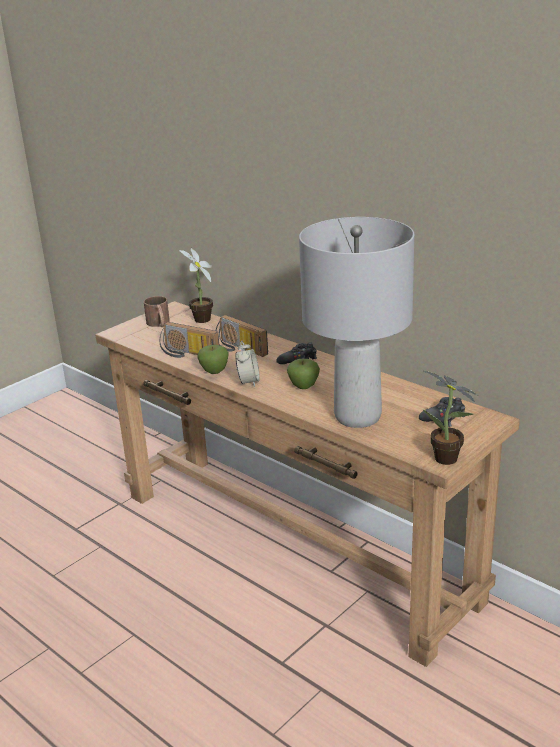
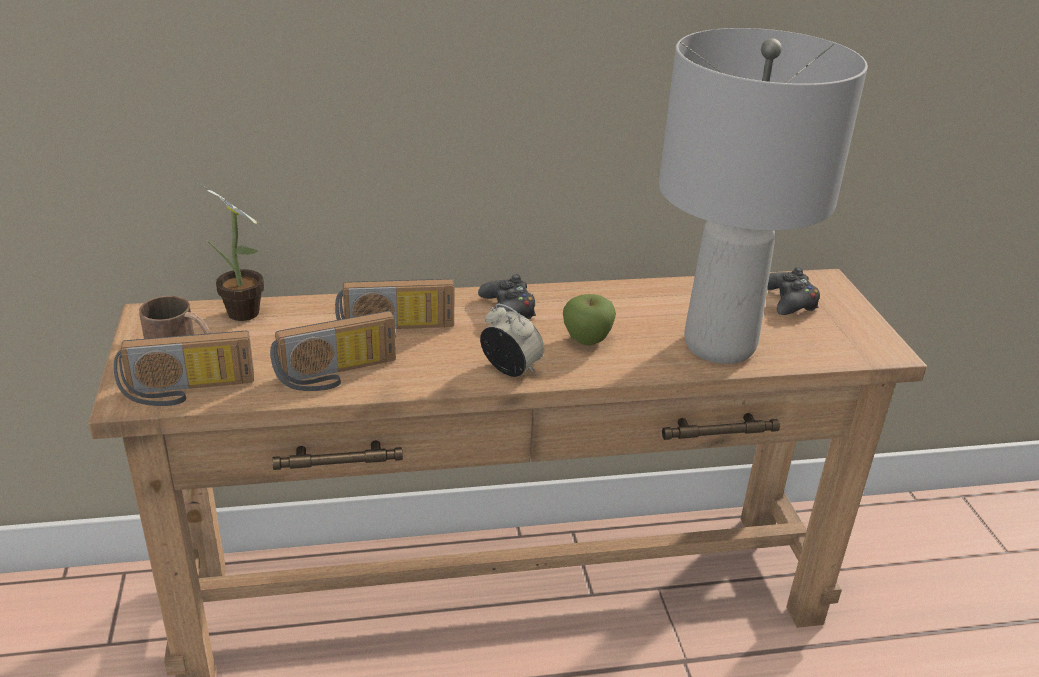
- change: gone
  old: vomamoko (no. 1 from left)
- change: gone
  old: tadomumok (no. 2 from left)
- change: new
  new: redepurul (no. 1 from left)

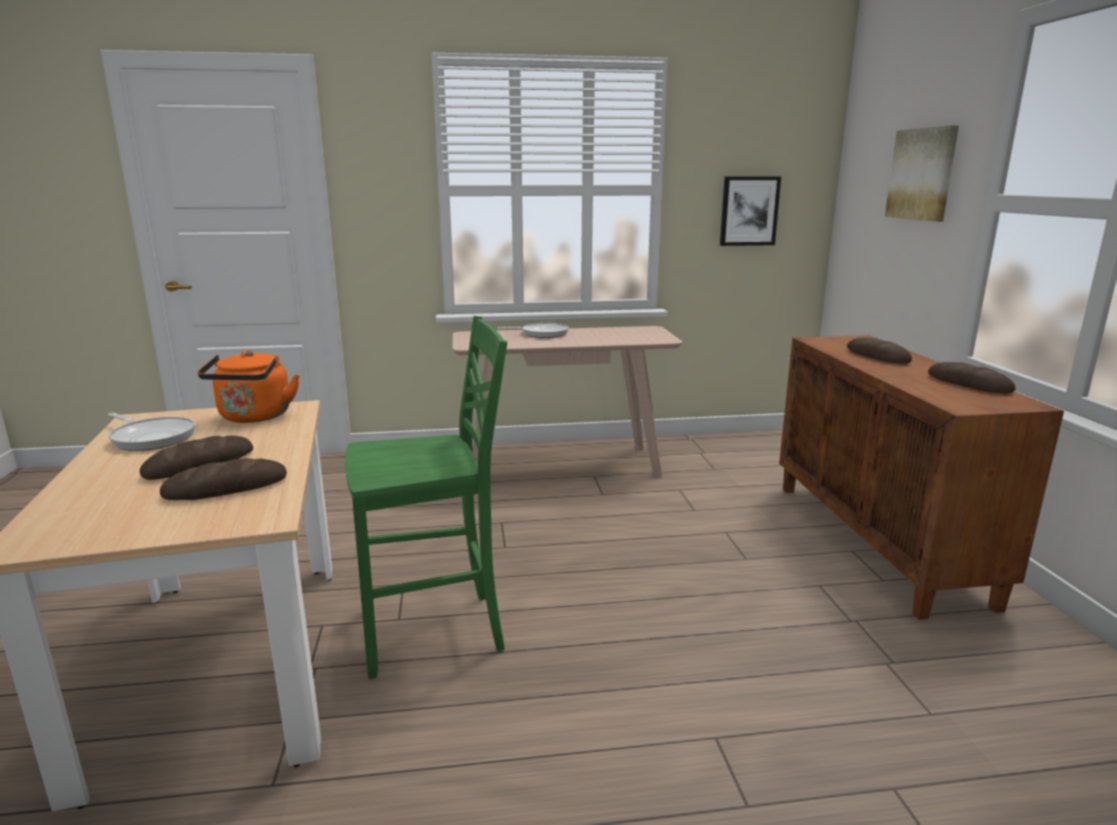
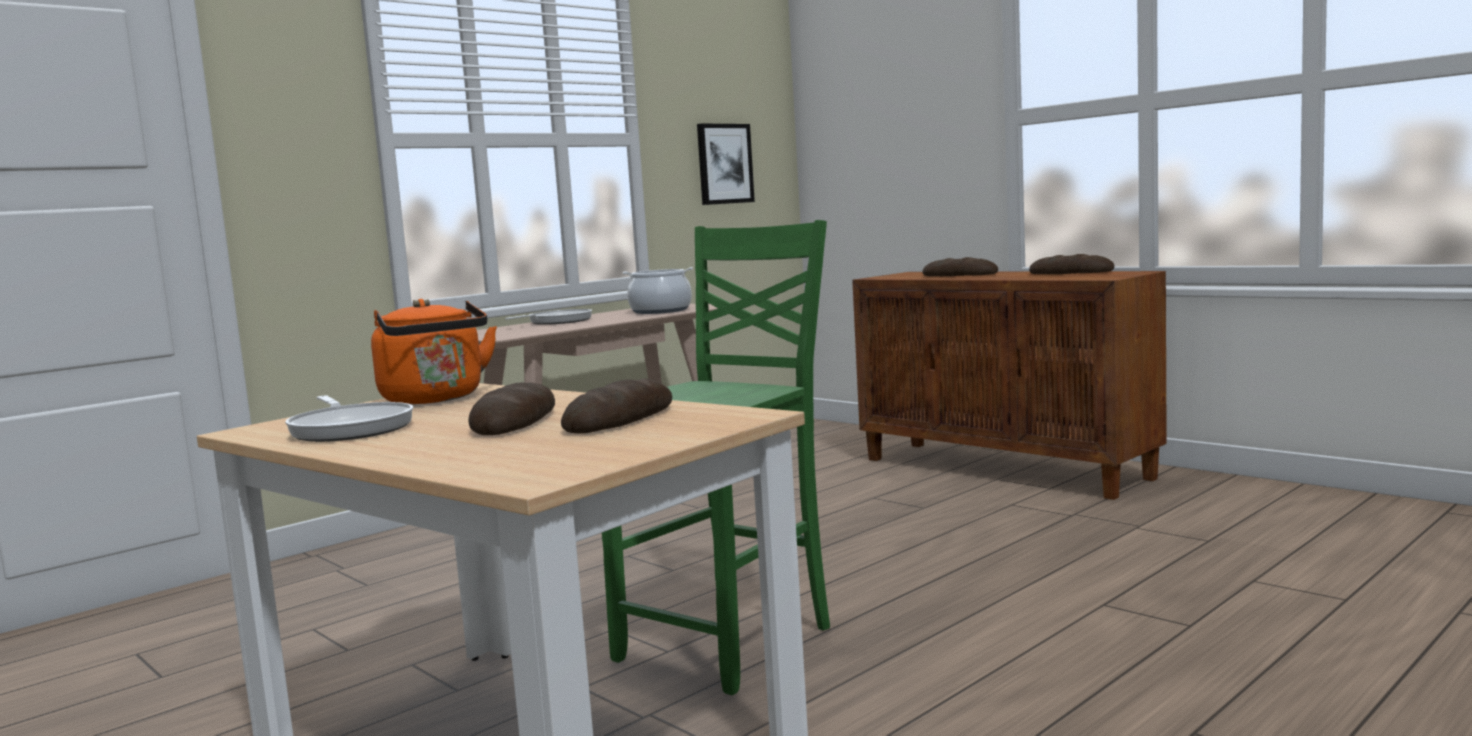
- change: gone
  old: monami (no. 2 from left)
- change: rotated
  old: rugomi (no. 1 from left)
  degrees: 60
- change: new
  new: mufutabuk

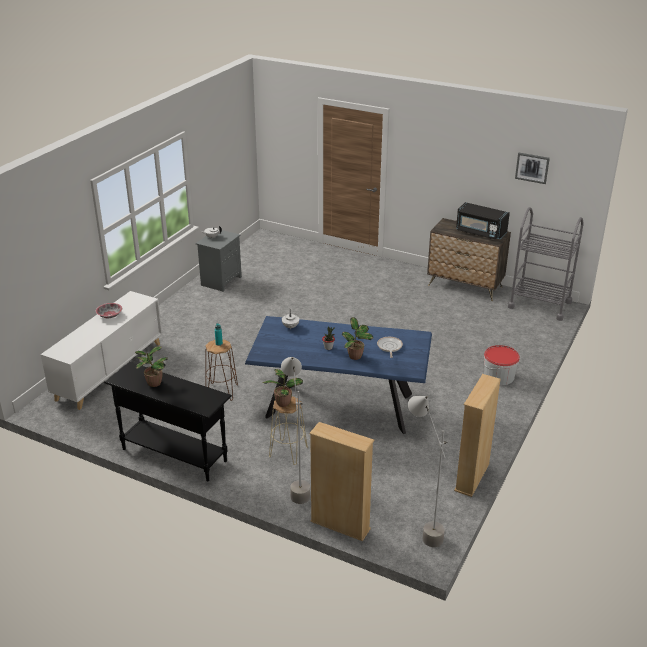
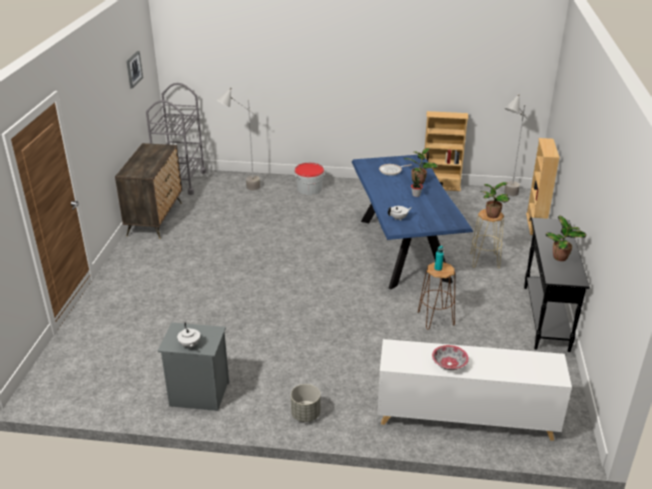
- change: gone
  old: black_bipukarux
- change: shifted
  old: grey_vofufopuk (no. 1 from left)
- change: new
  new: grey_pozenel

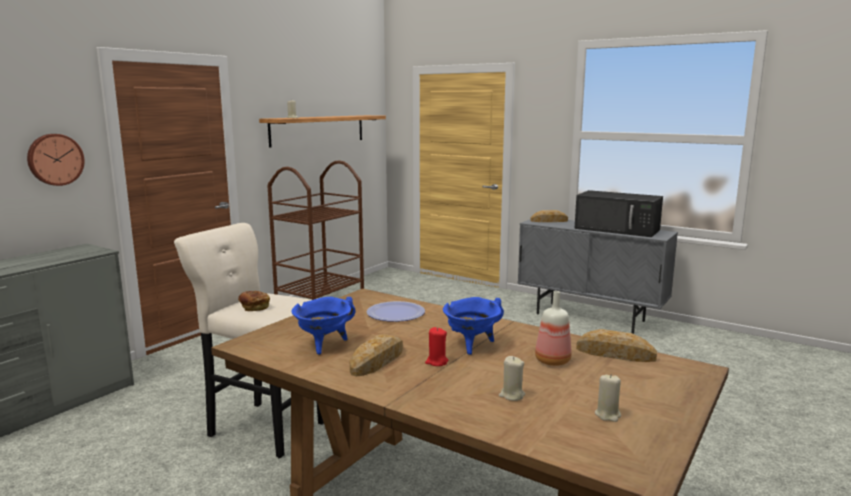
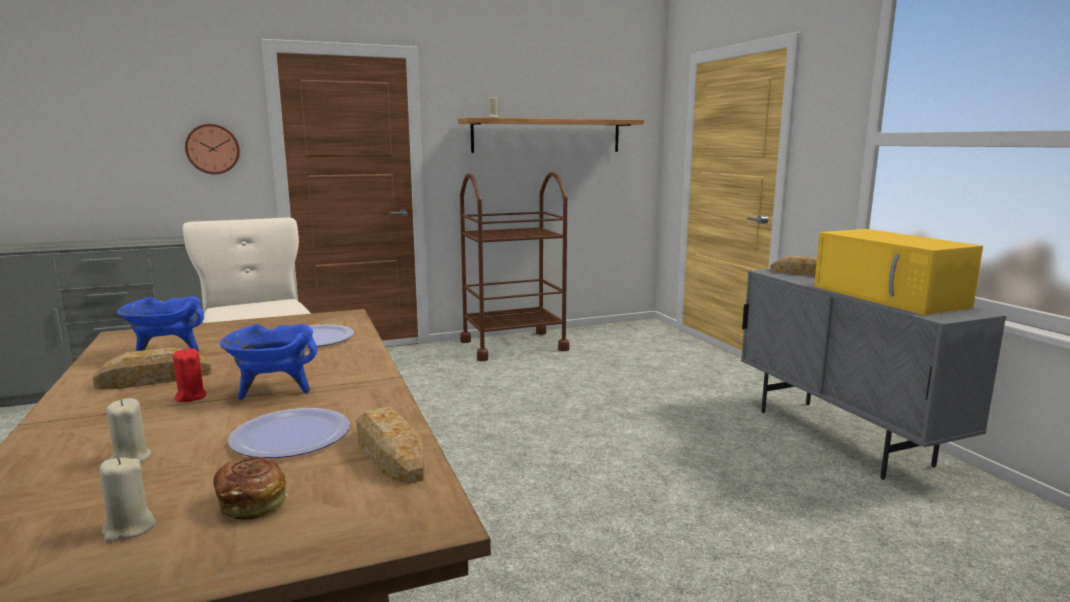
- change: repainted
  old: black_bipukarux
  new: yellow_bipukarux
- change: shifted
  old: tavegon (no. 1 from left in the first image)
  new: tavegon (no. 2 from left)
- change: swapped
  old: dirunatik
  new: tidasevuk (no. 1 from left)

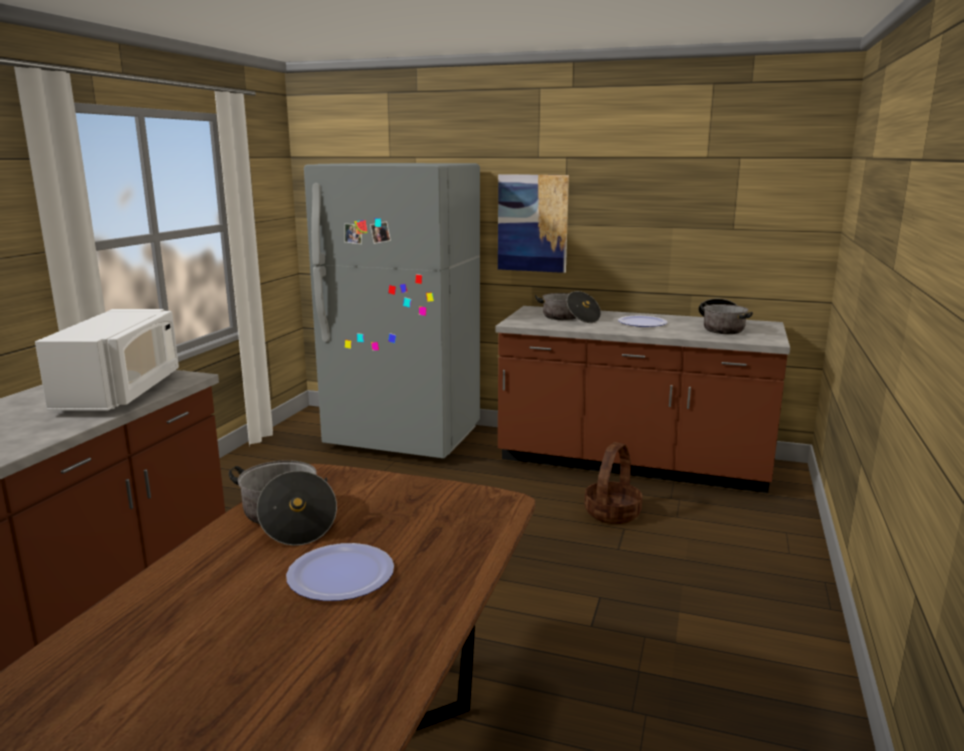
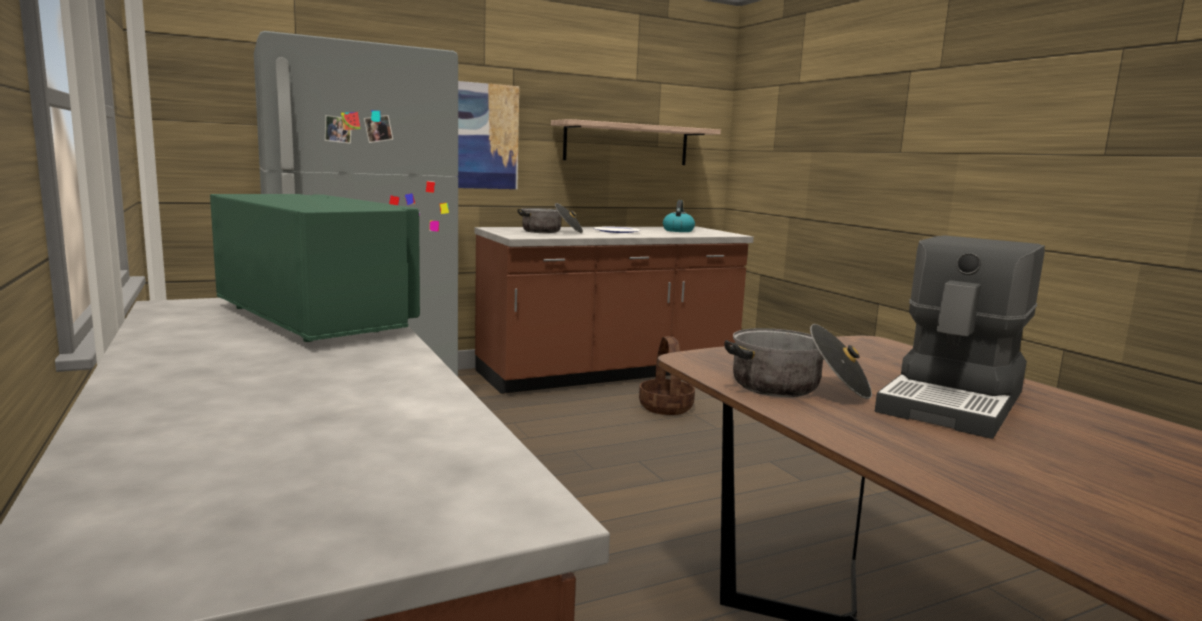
- change: swapped
  old: mufutabuk (no. 3 from left)
  new: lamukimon
- change: repainted
  old: white_bipukarux
  new: green_bipukarux
- change: swapped
  old: tidasevuk (no. 1 from left)
  new: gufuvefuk
- change: new
  new: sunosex

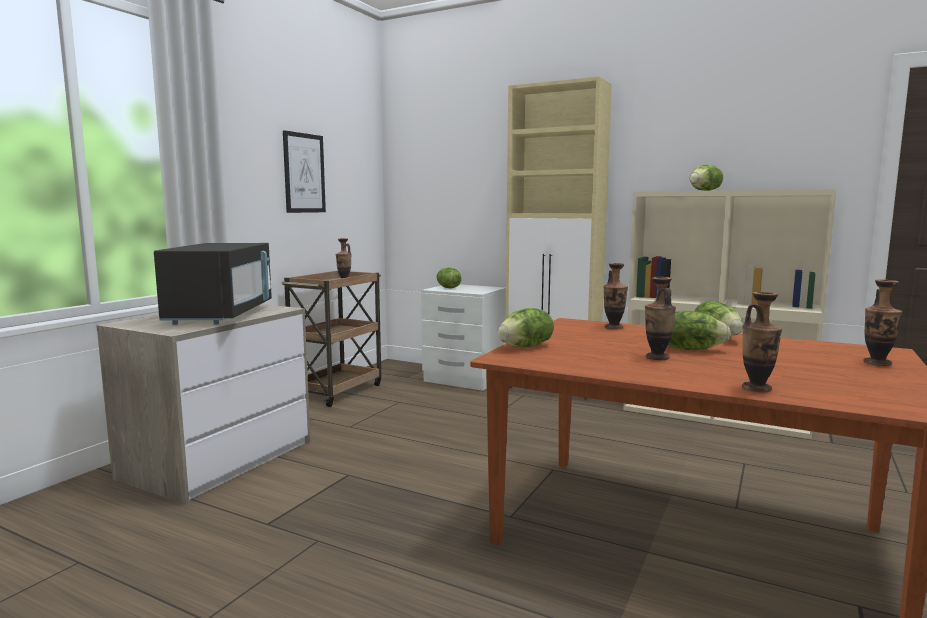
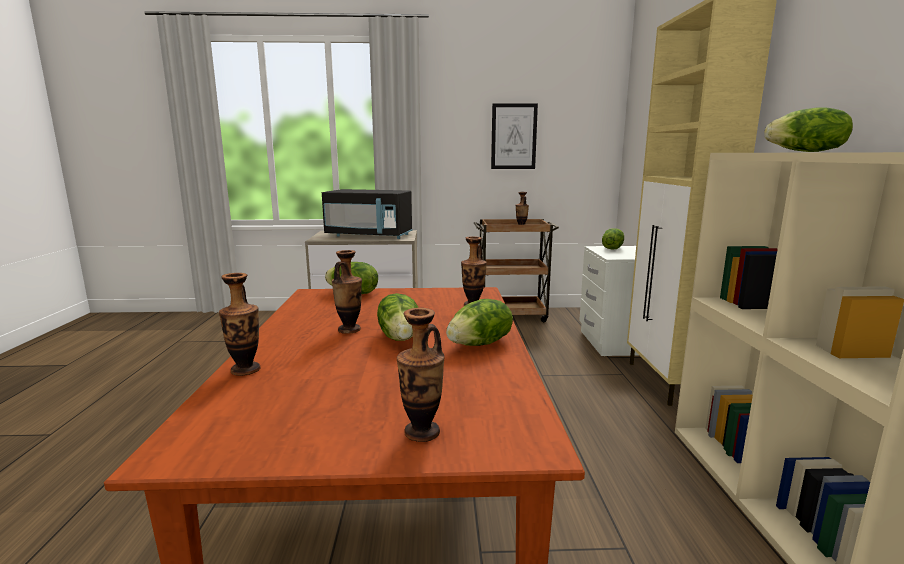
- change: rotated
  old: black_bipukarux
  degrees: 45

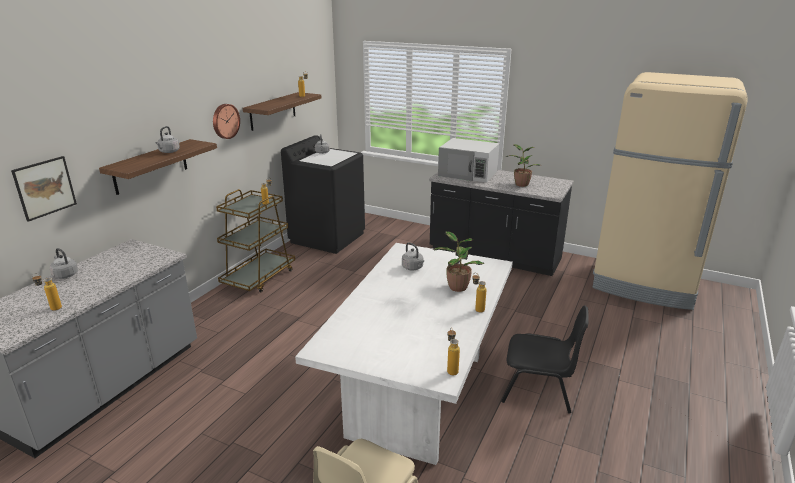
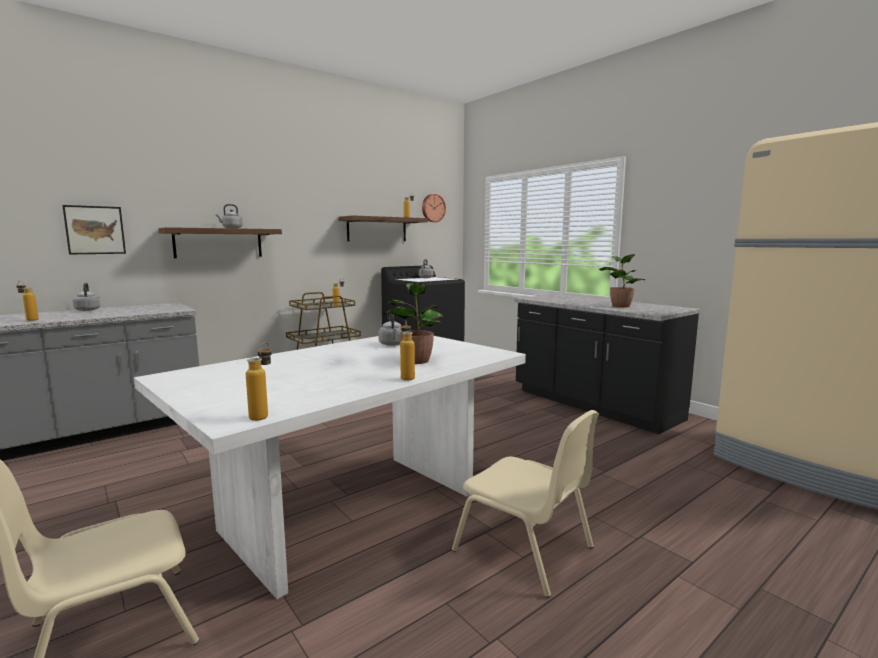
- change: shifted
  old: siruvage
- change: gone
  old: white_bipukarux
- change: repainted
  old: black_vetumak
  new: beige_vetumak (no. 2 from left)

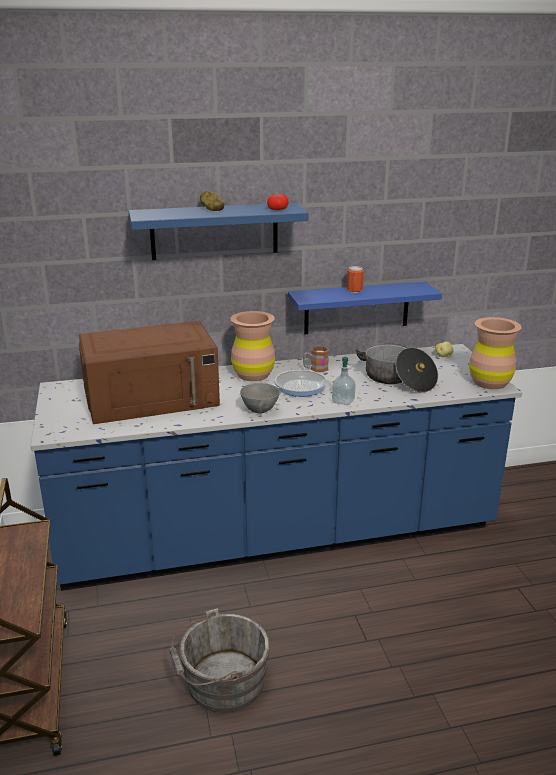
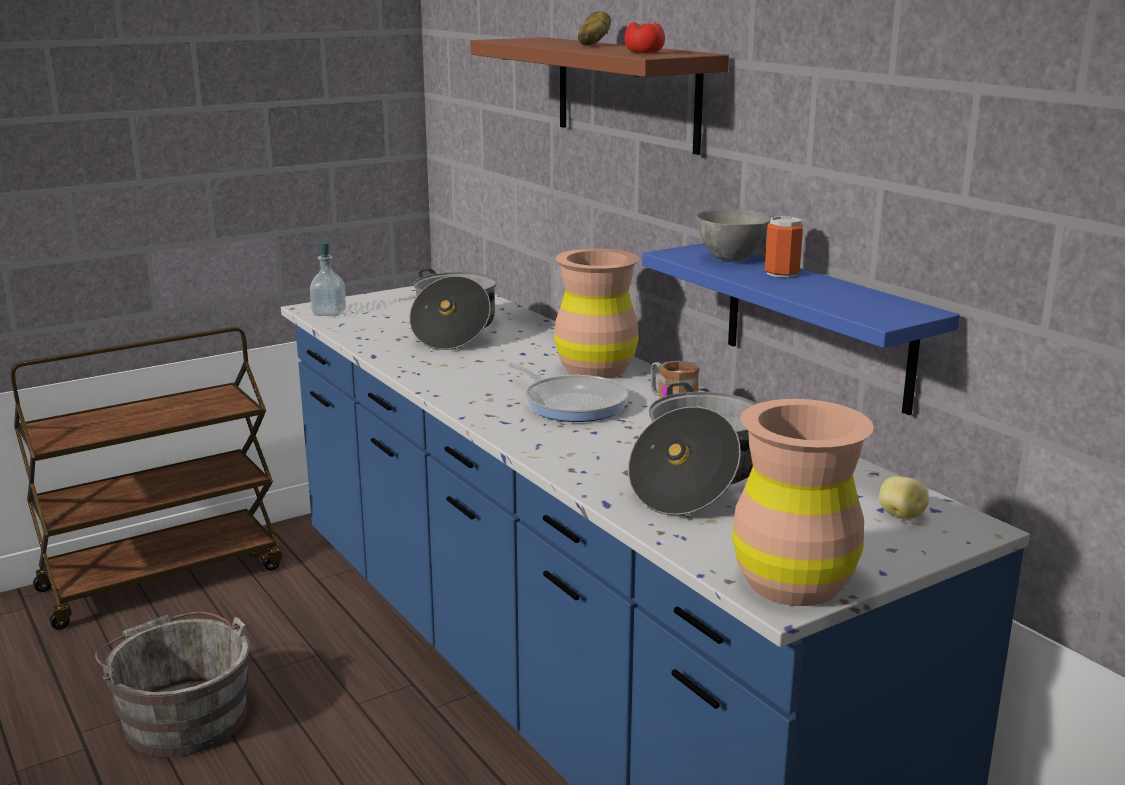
- change: repainted
  old: blue_sunosex (no. 1 from left)
  new: brown_sunosex
- change: swapped
  old: brown_bipukarux
  new: mufutabuk (no. 1 from left)
- change: shifted
  old: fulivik
- change: shifted
  old: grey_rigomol

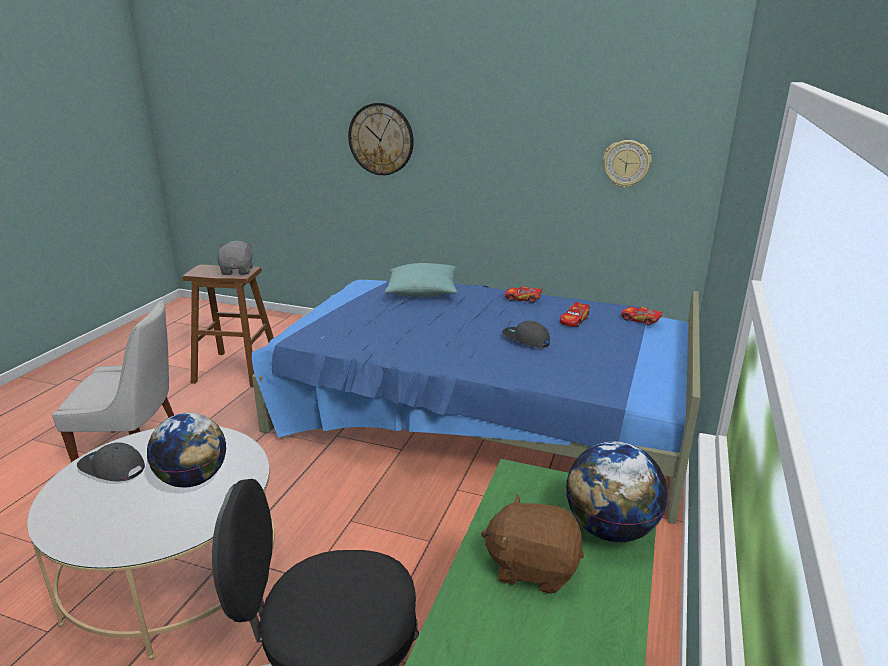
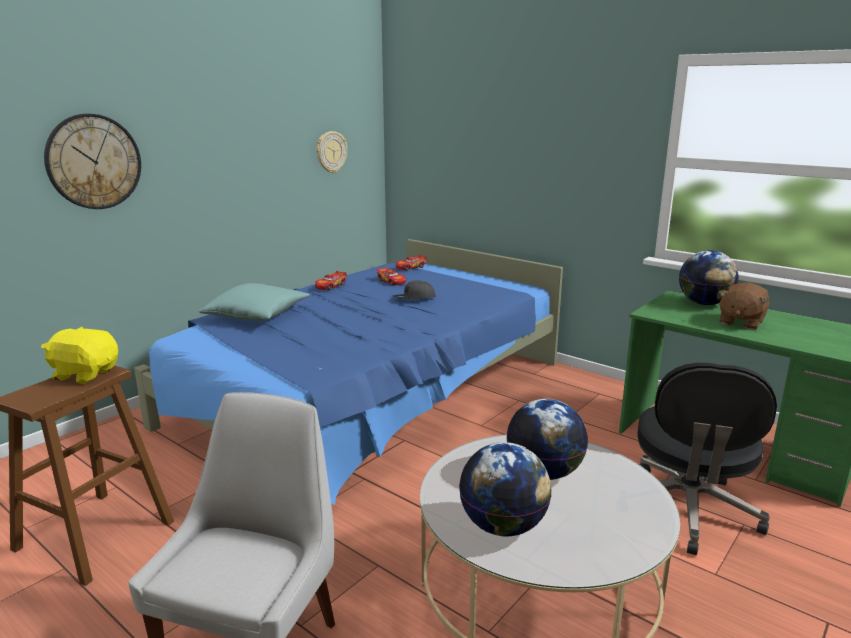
- change: repainted
  old: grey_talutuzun
  new: yellow_talutuzun
- change: swapped
  old: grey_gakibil (no. 1 from left)
  new: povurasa (no. 1 from left)

